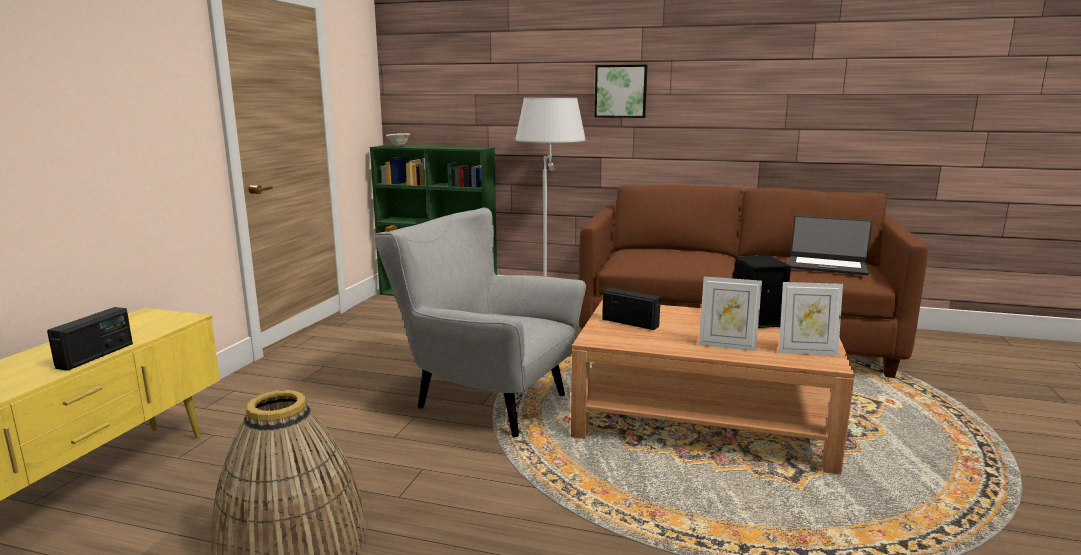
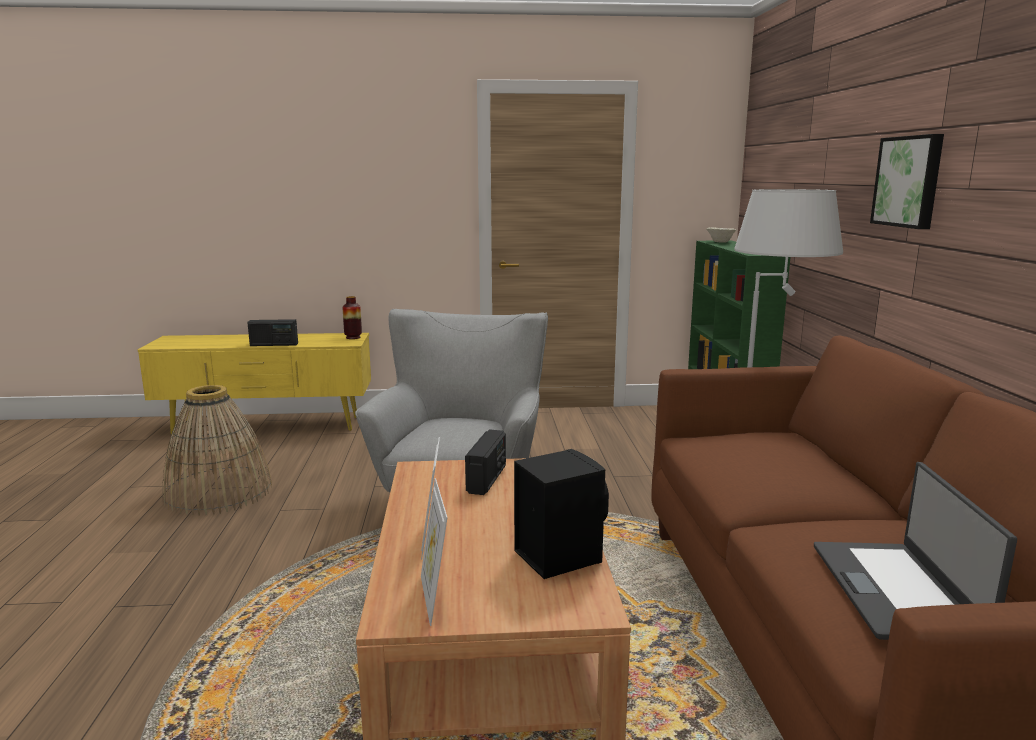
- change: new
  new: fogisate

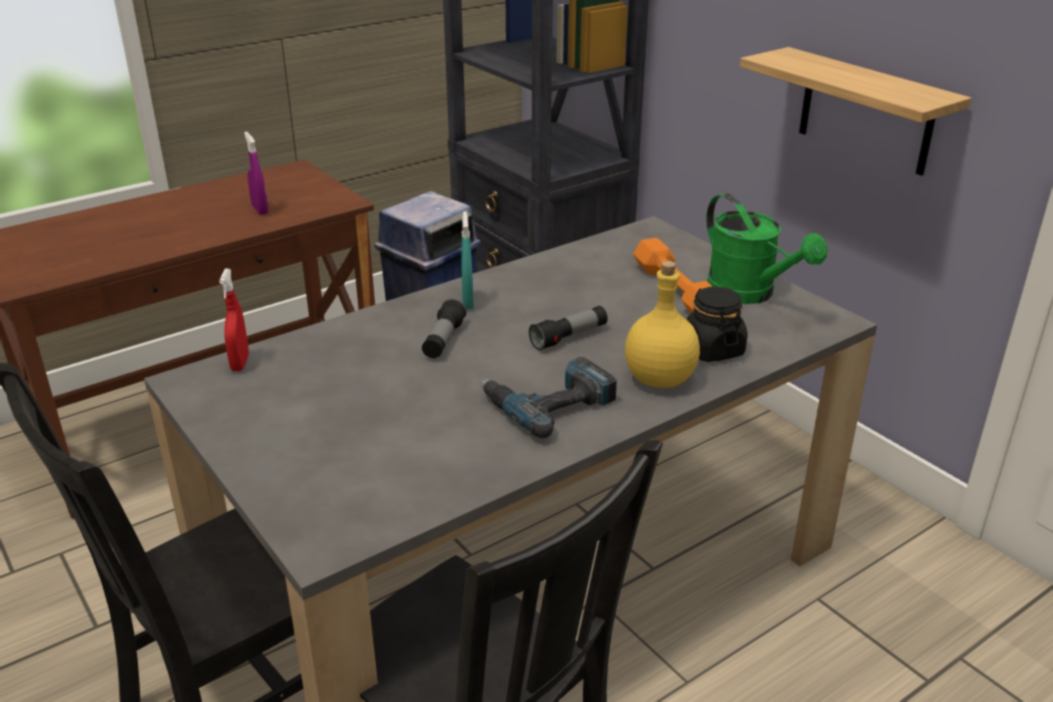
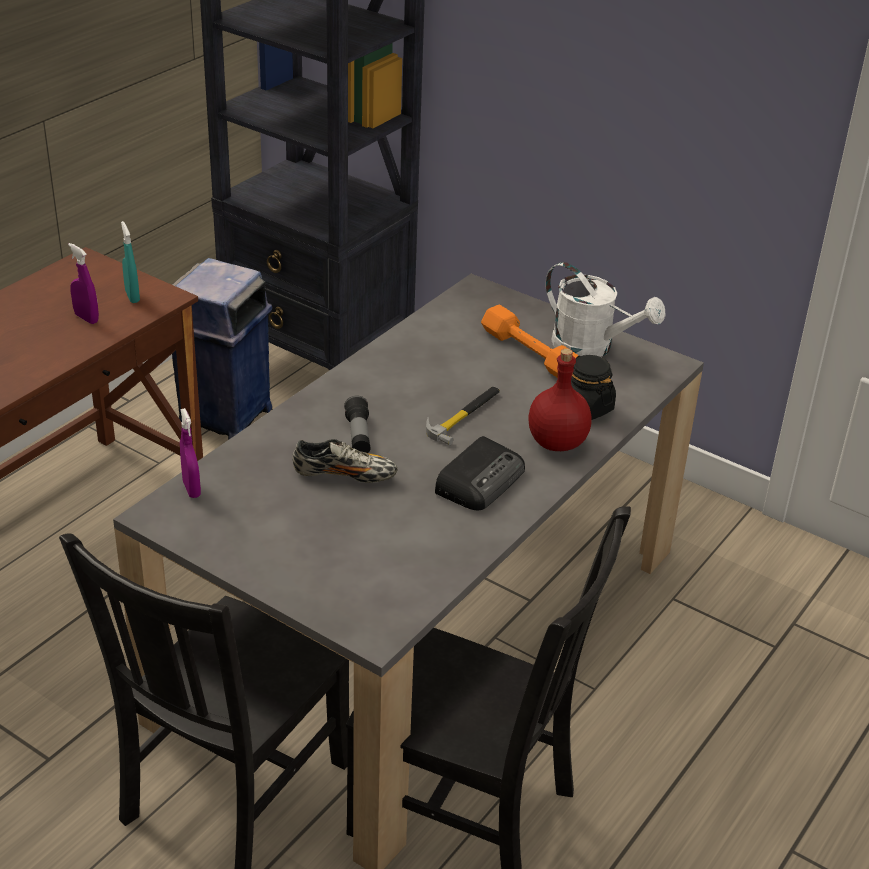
- change: gone
  old: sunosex
- change: repainted
  old: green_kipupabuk
  new: white_kipupabuk
- change: shifted
  old: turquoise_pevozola
- change: repainted
  old: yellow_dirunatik
  new: red_dirunatik
- change: repainted
  old: red_pevozola
  new: purple_pevozola (no. 2 from left)
- change: swapped
  old: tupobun (no. 2 from left)
  new: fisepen
- change: swapped
  old: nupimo
  new: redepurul
- change: new
  new: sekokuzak

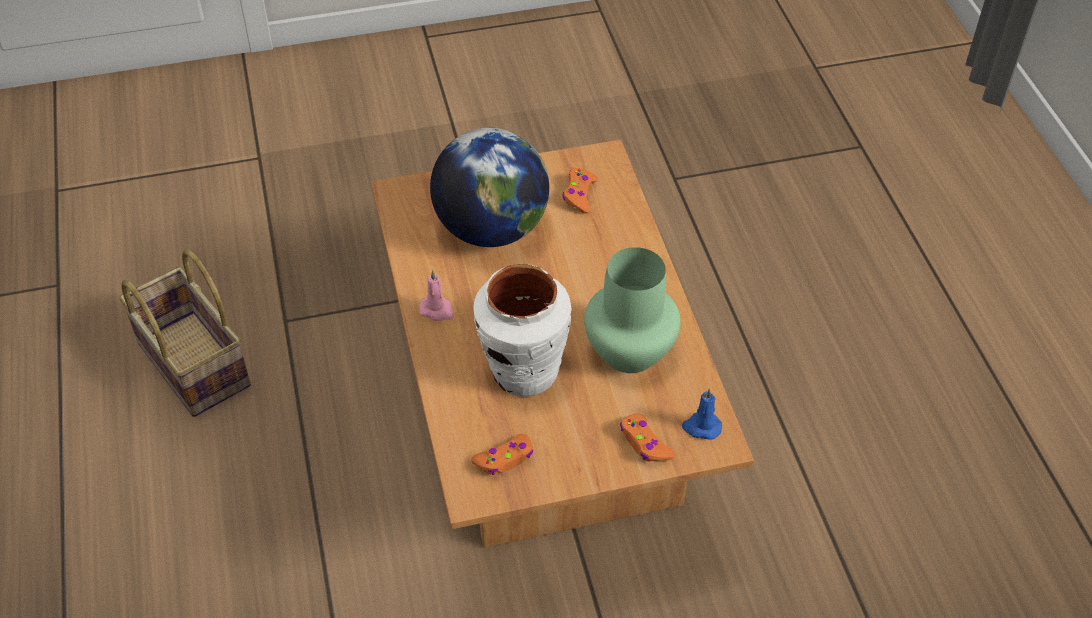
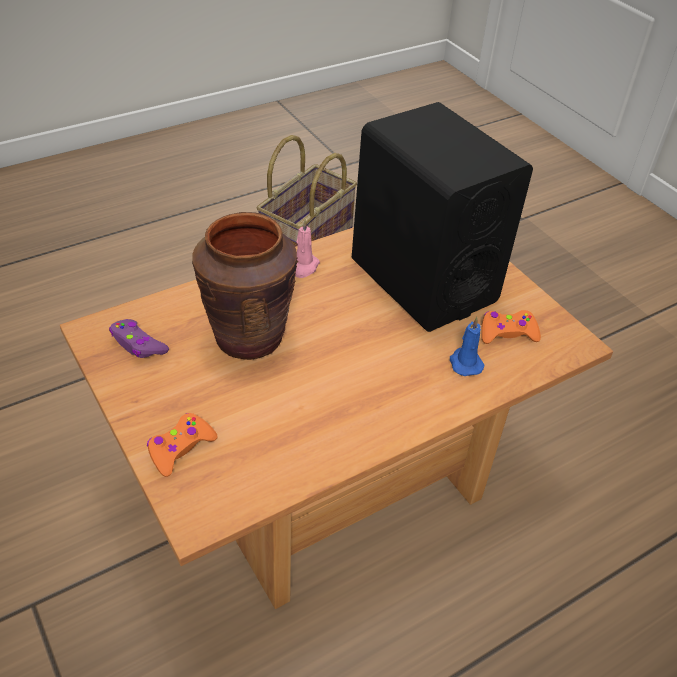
- change: swapped
  old: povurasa
  new: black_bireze
- change: gone
  old: green_fogisate
- change: repainted
  old: white_fogisate
  new: brown_fogisate
- change: shifted
  old: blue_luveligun
- change: repainted
  old: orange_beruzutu (no. 1 from left)
  new: purple_beruzutu

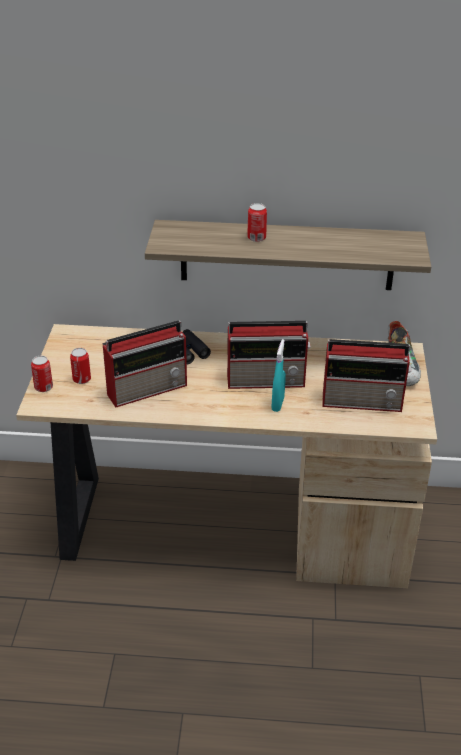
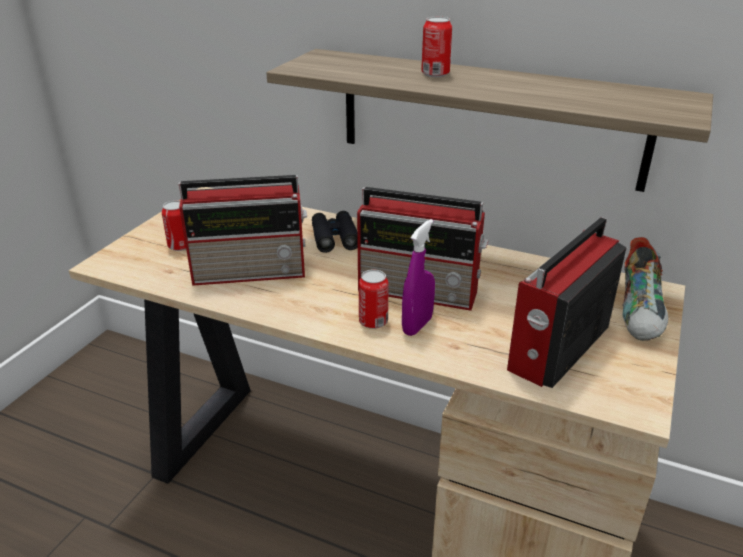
- change: repainted
  old: turquoise_pevozola
  new: purple_pevozola
- change: rotated
  old: redepurul (no. 3 from left)
  degrees: 105
- change: shifted
  old: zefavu (no. 1 from left in the first image)
  new: zefavu (no. 2 from left)

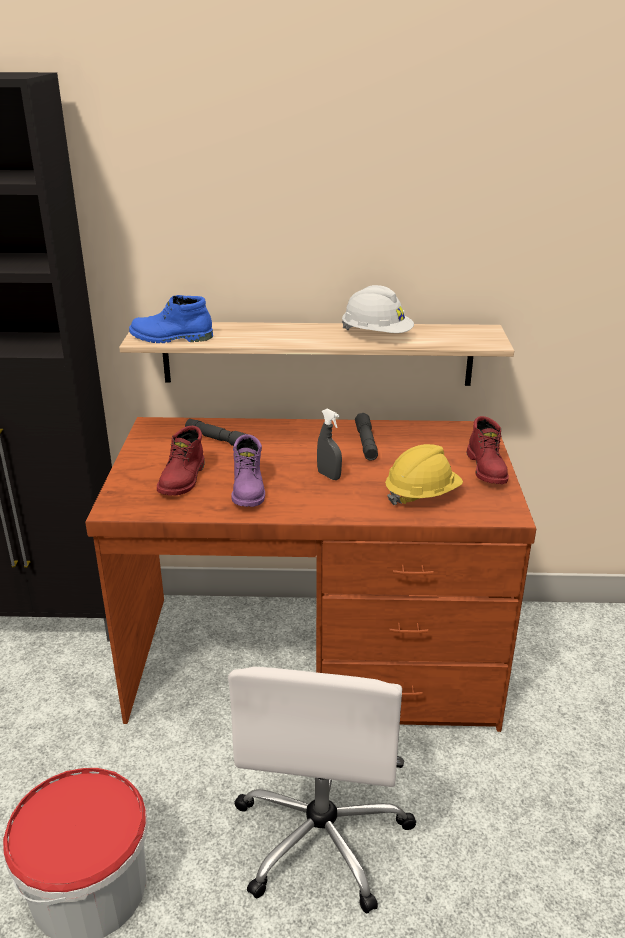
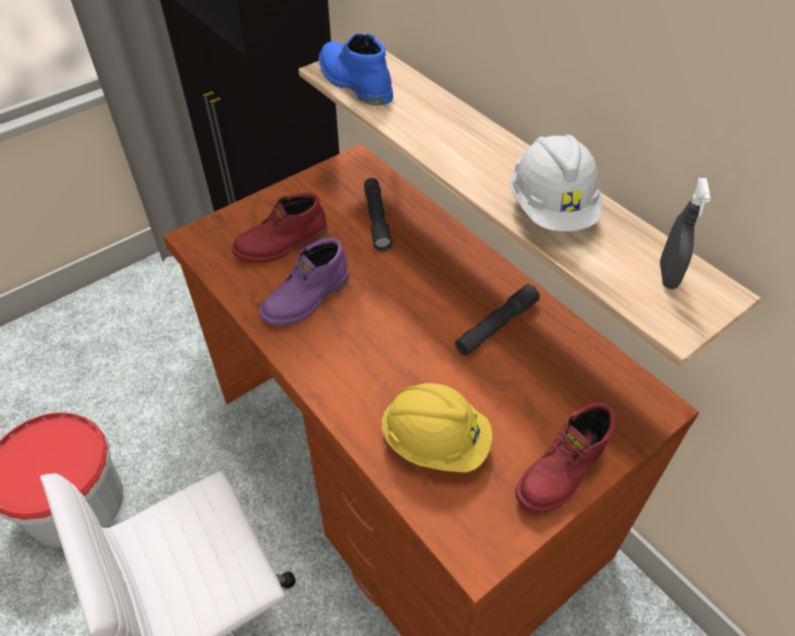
- change: shifted
  old: grey_pevozola

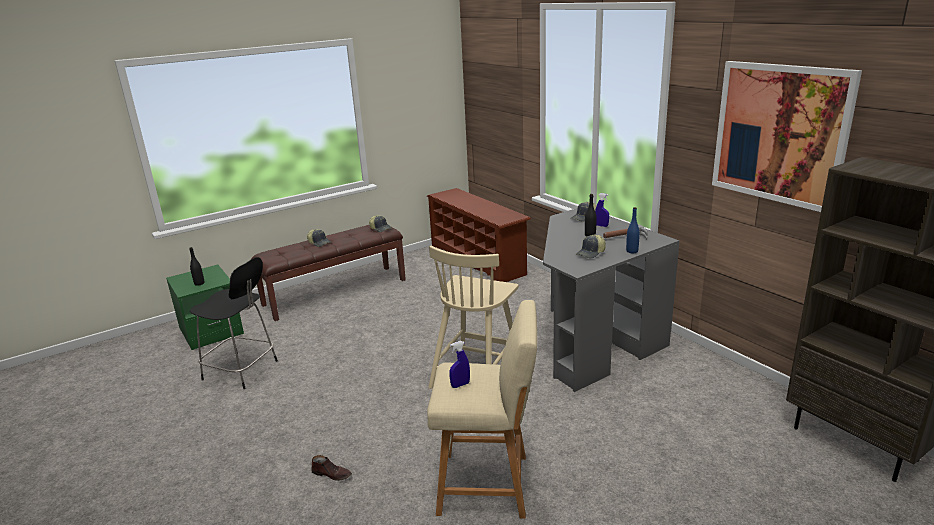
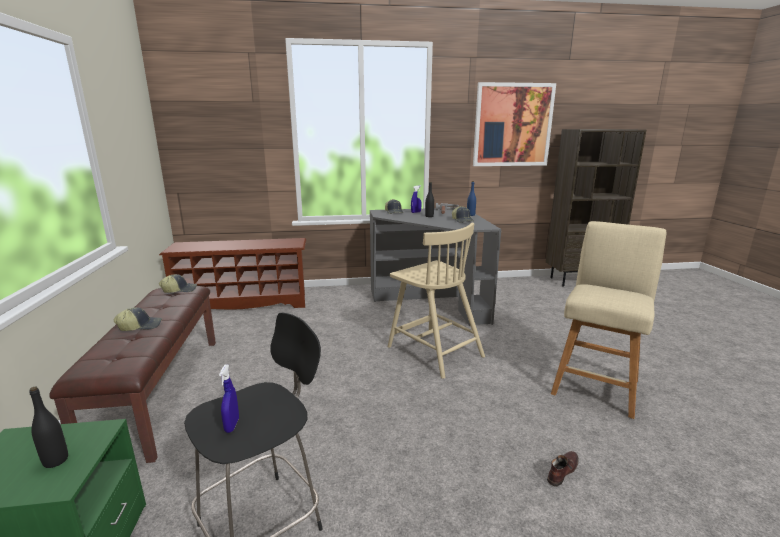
- change: shifted
  old: blue_pevozola (no. 1 from left)

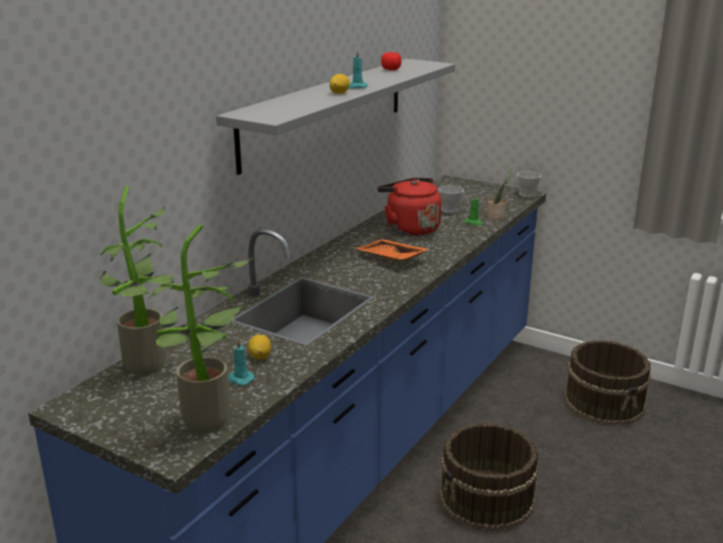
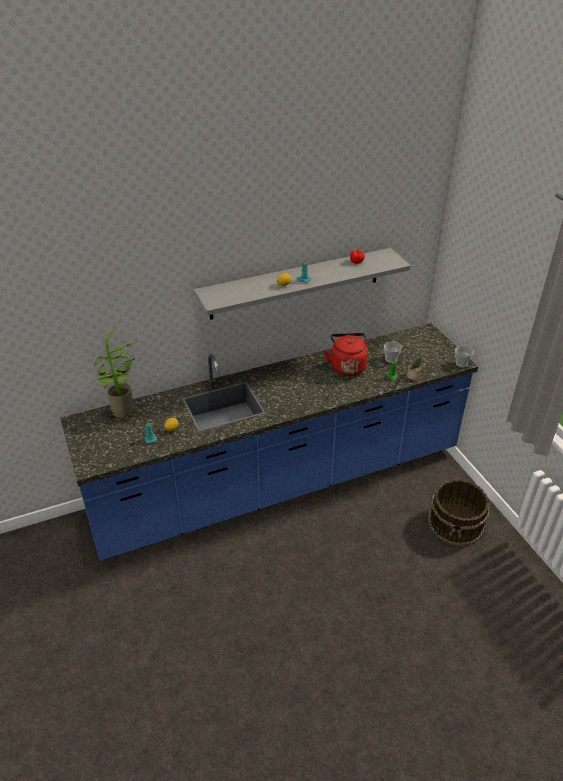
- change: gone
  old: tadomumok (no. 2 from left)
- change: gone
  old: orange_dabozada
- change: gone
  old: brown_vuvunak (no. 1 from left)

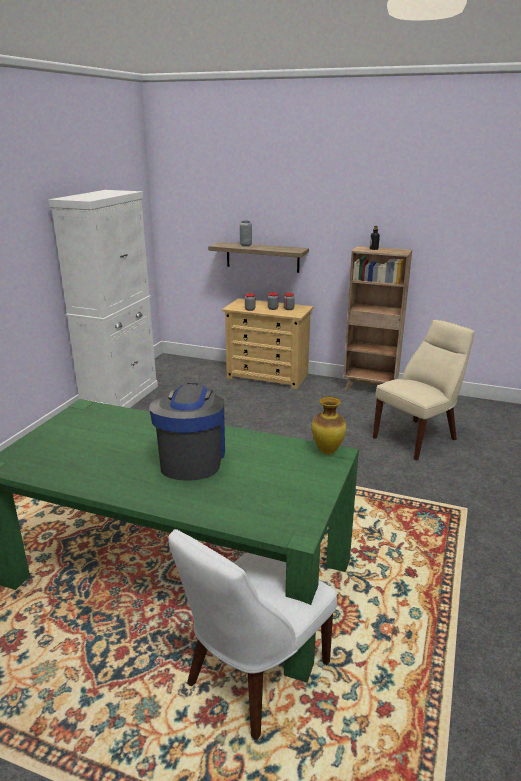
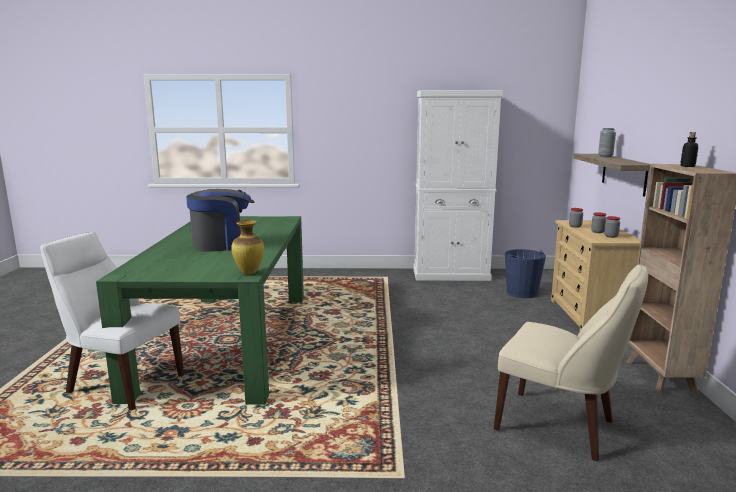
- change: new
  new: blue_vuvunak

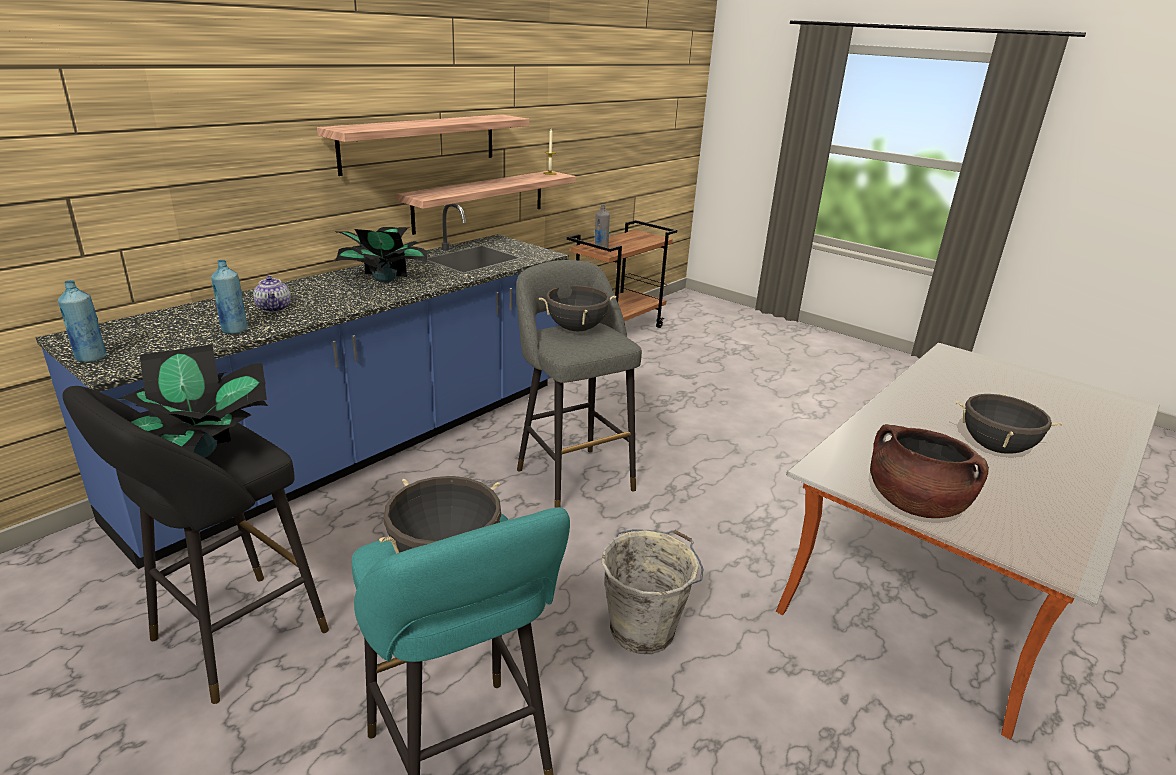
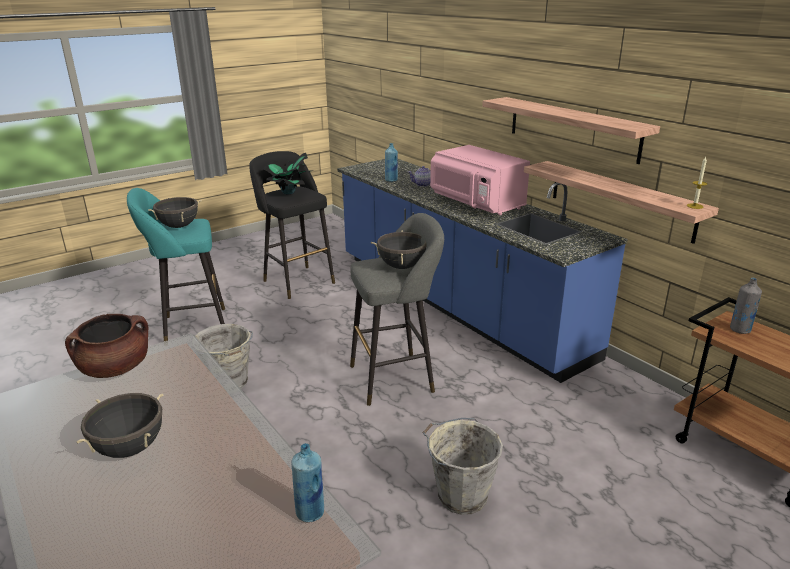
- change: swapped
  old: tadomumok (no. 2 from left)
  new: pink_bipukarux
- change: shifted
  old: blue_dirunatik (no. 1 from left)
- change: new
  new: grey_vuvunak (no. 2 from left)

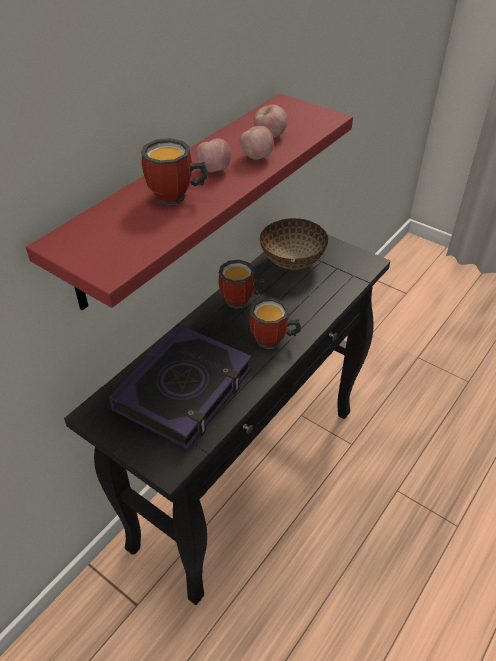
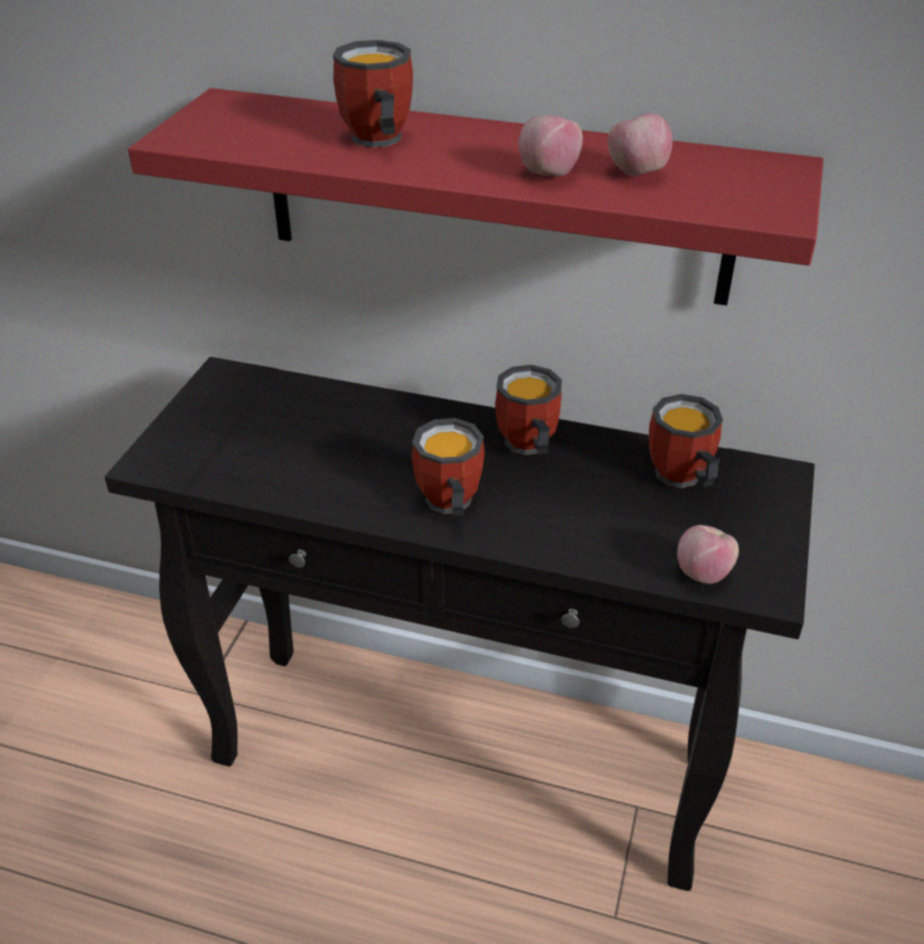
- change: shifted
  old: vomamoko (no. 1 from left in the first image)
  new: vomamoko (no. 3 from left)
- change: swapped
  old: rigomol
  new: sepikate (no. 4 from left)
- change: gone
  old: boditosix

